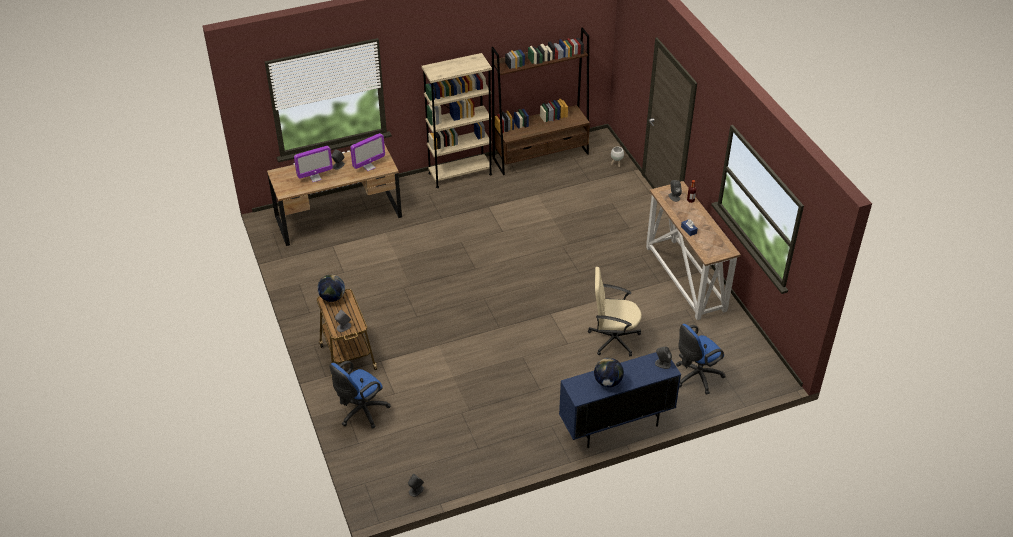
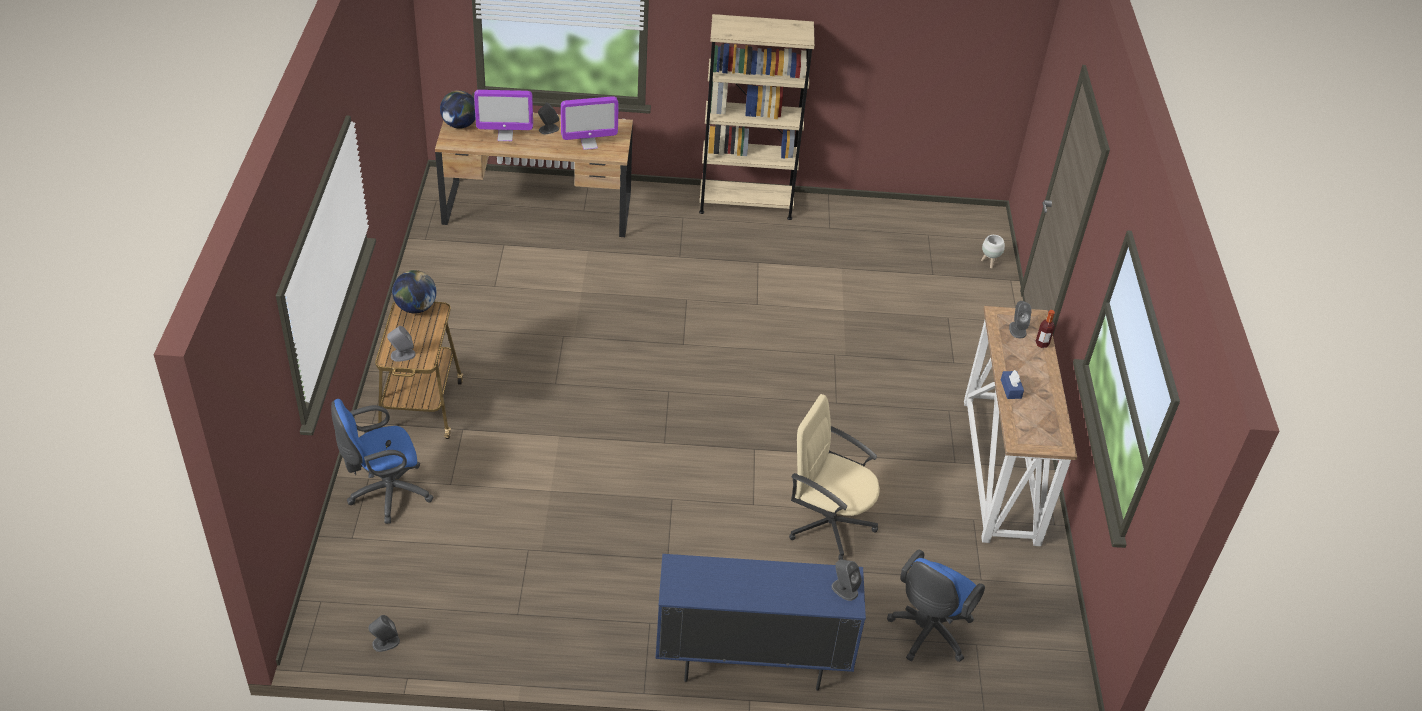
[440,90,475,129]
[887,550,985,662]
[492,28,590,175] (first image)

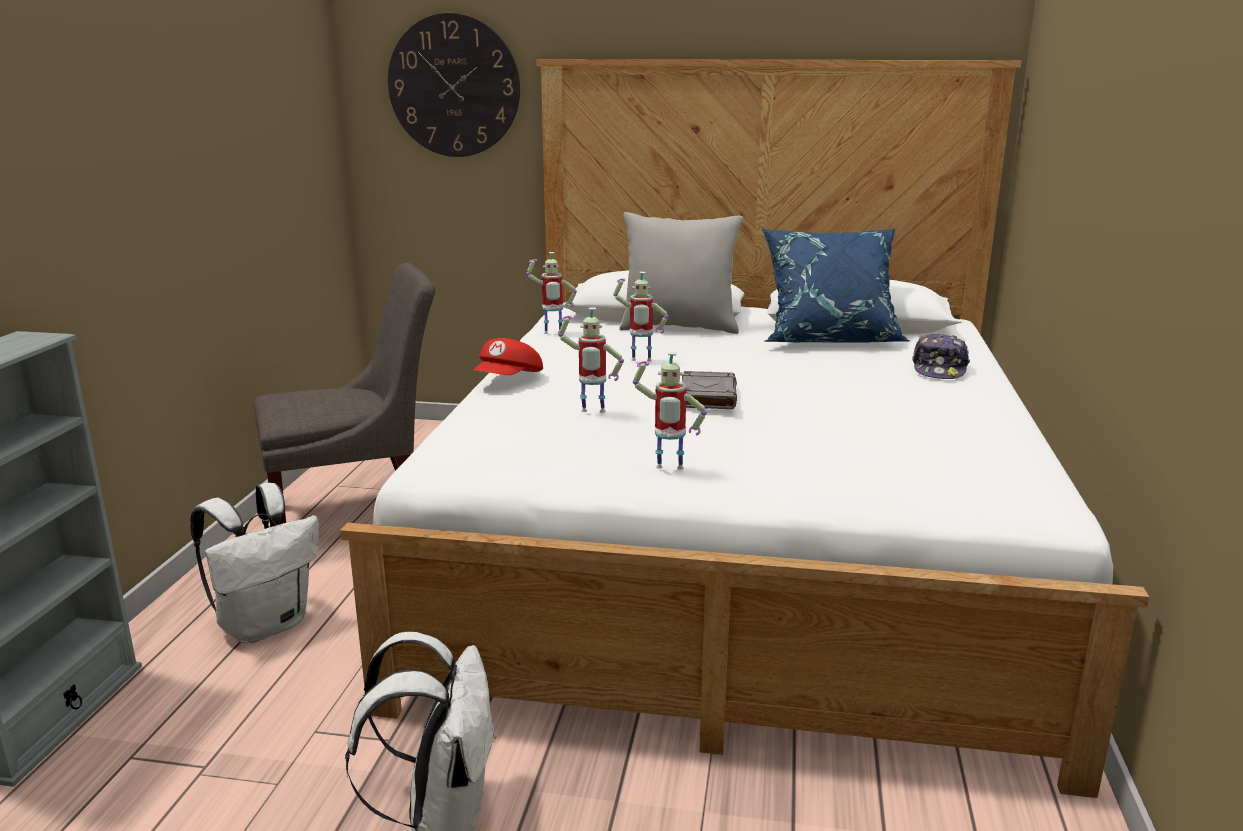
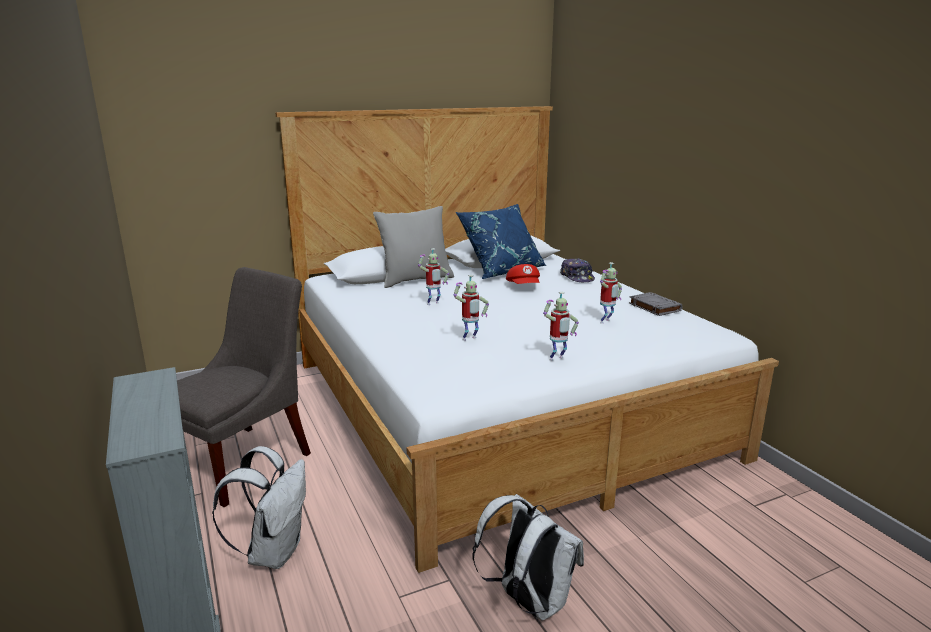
[506,264,540,284]
[600,262,622,324]
[629,292,683,316]
[388,13,520,157] (first image)

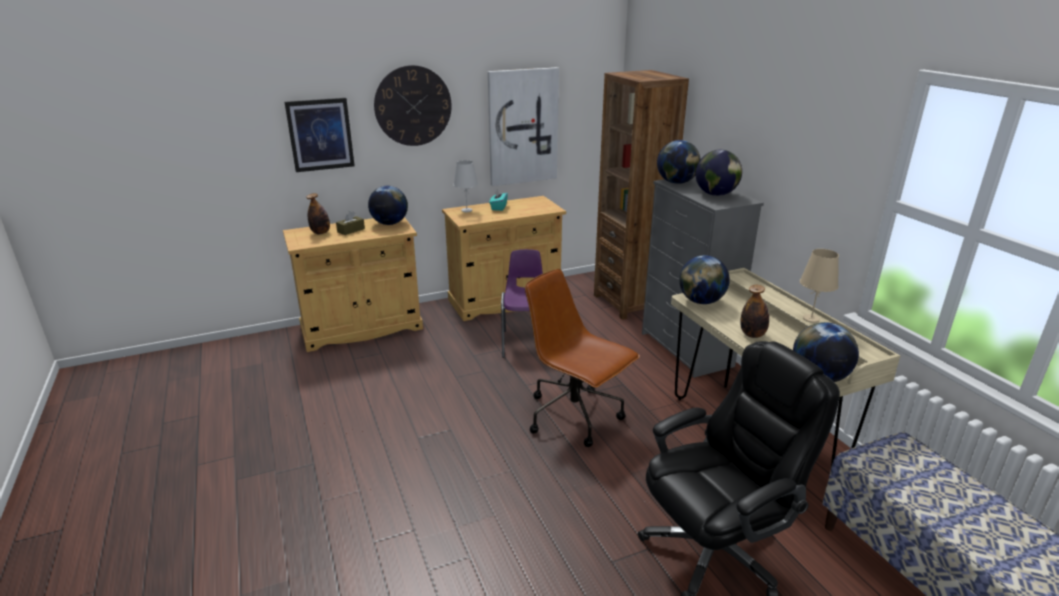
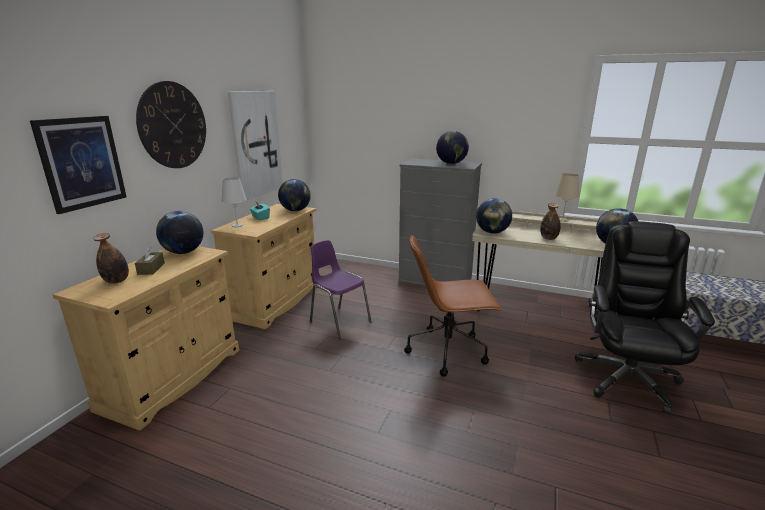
[278,179,311,211]
[594,70,689,320] (first image)

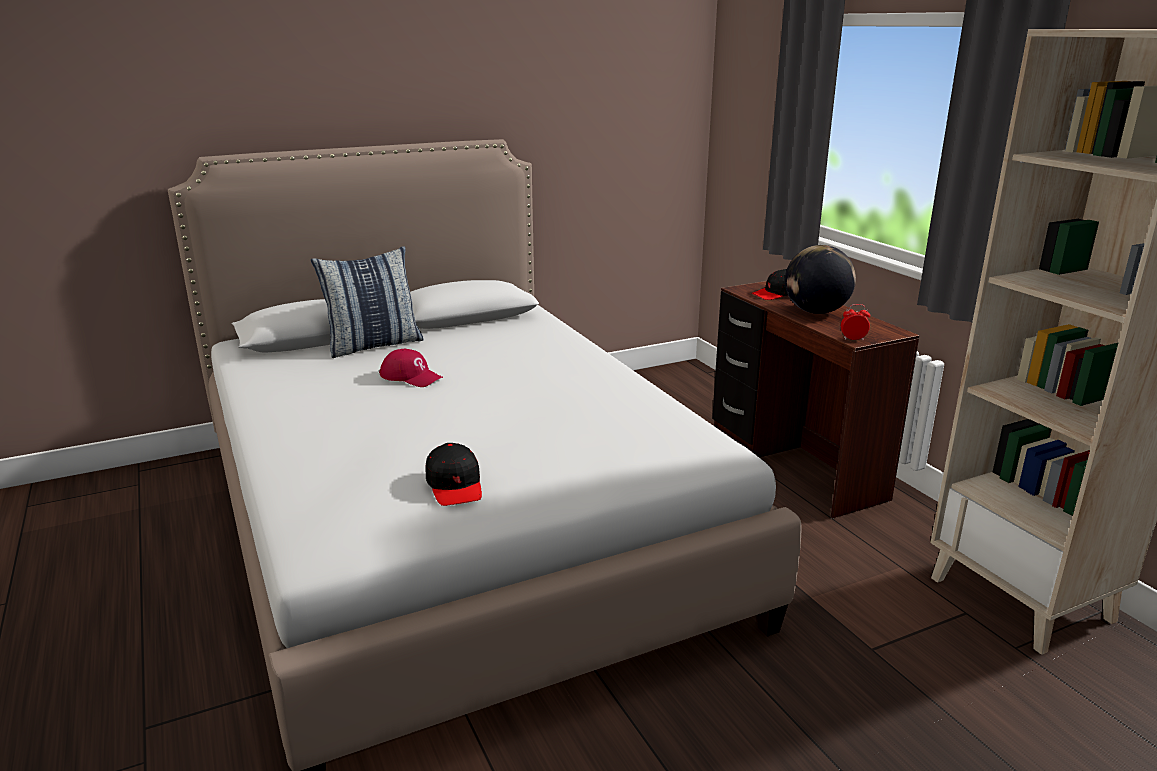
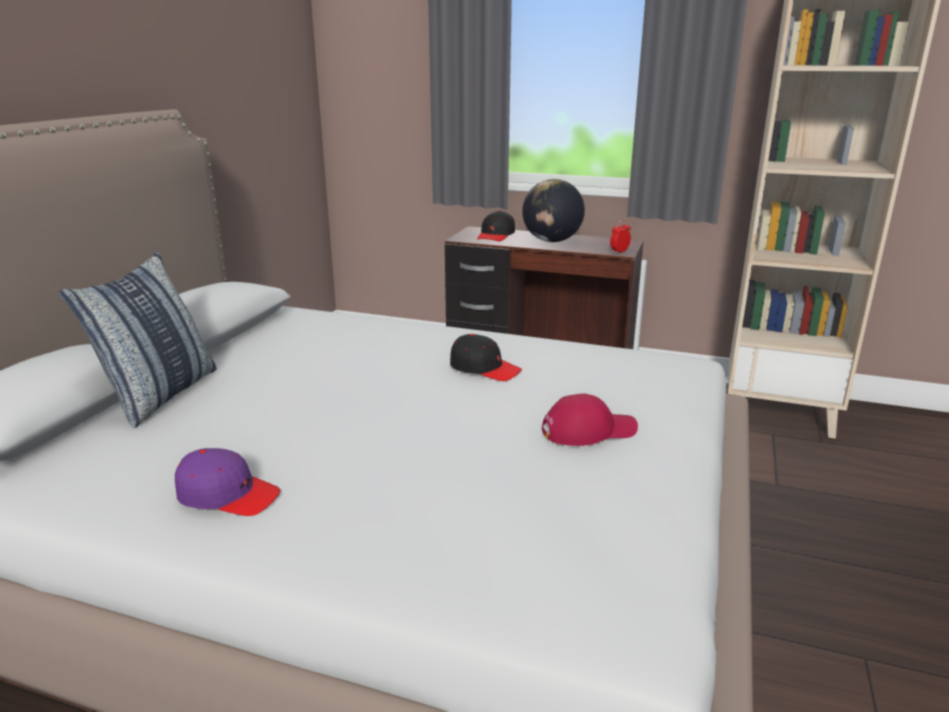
[175,448,281,516]
[450,334,522,381]
[542,394,638,446]

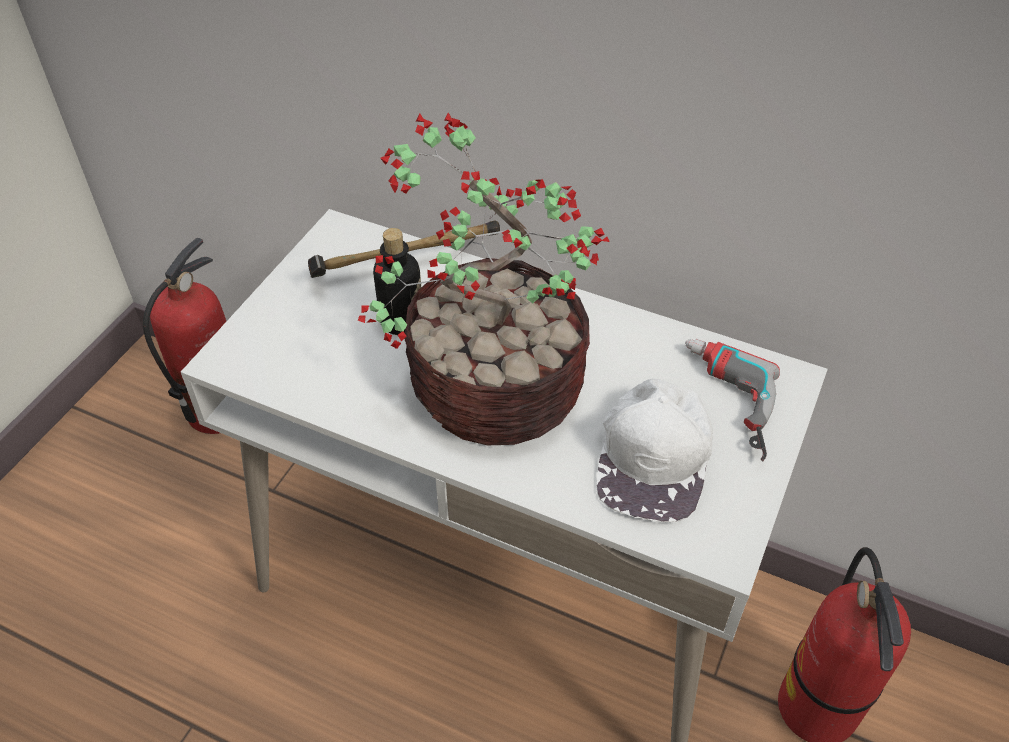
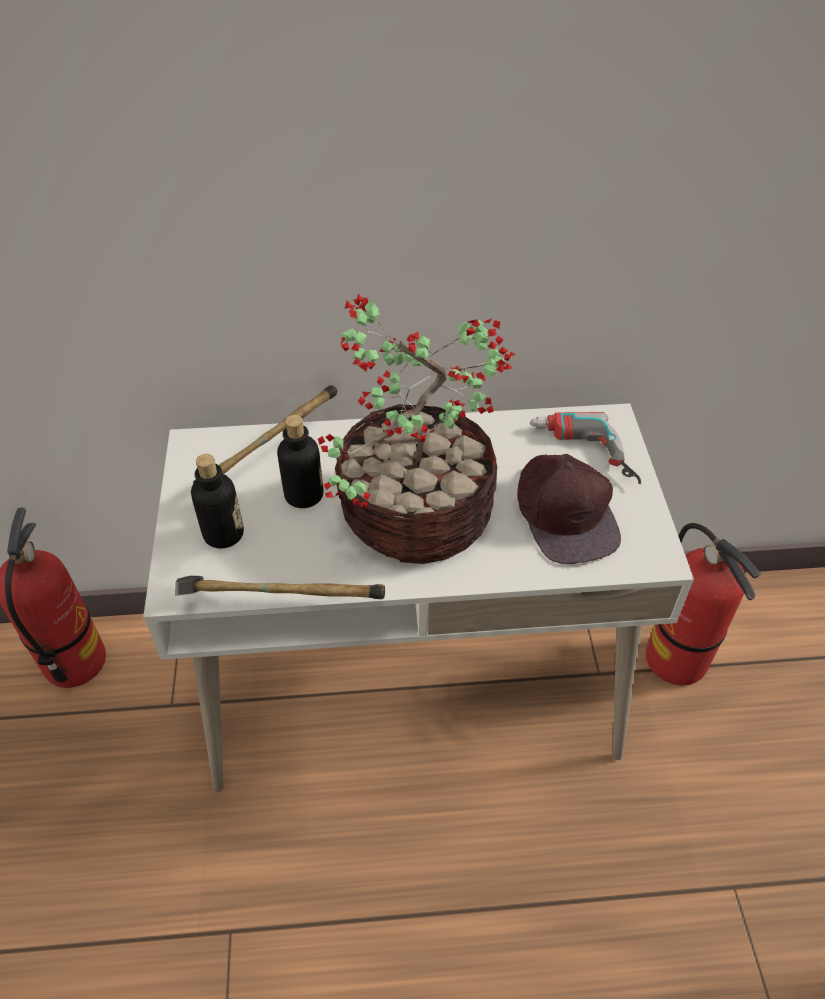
[175,576,385,599]
[191,454,244,548]
[517,454,621,564]

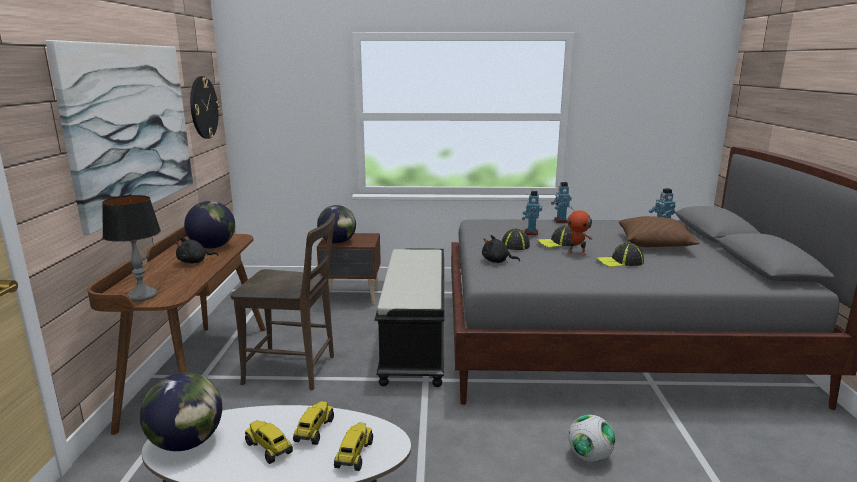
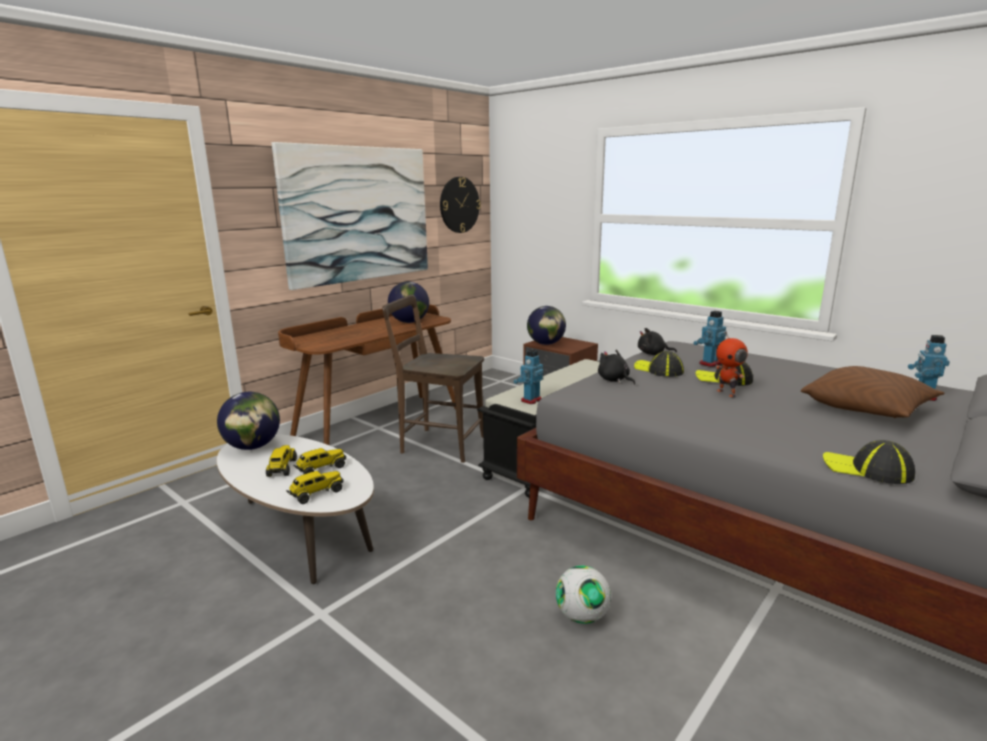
[382,295,484,463]
[513,349,543,404]
[638,328,677,355]
[823,440,915,484]
[102,195,161,301] (first image)

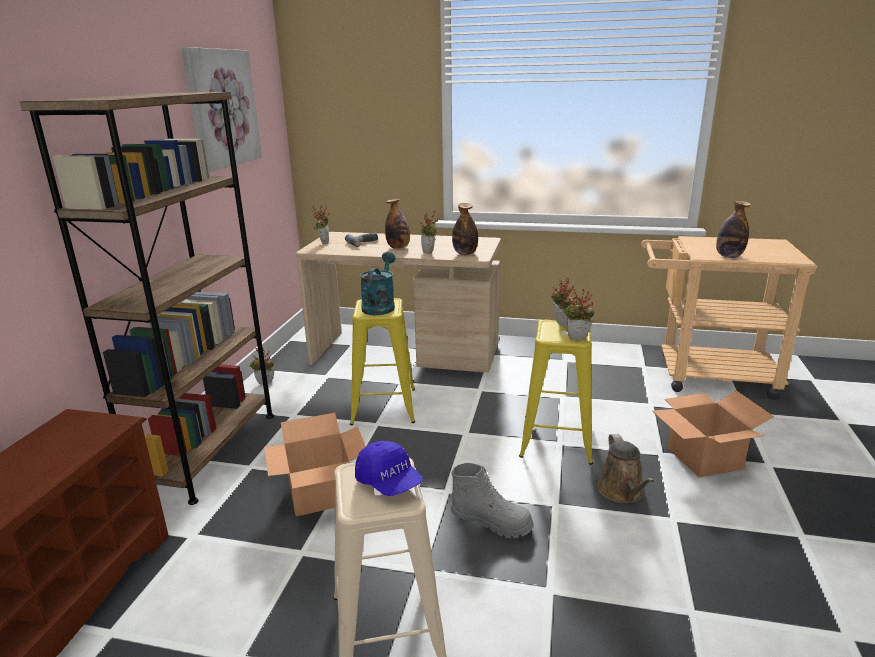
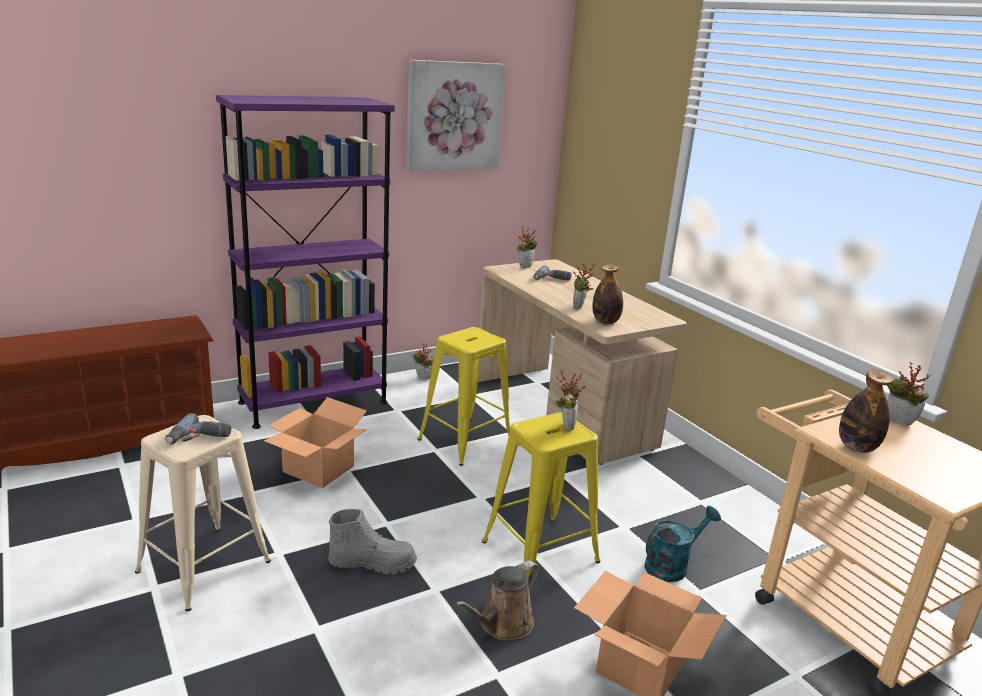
[165,413,231,444]
[216,95,395,429]
[328,509,417,575]
[645,506,721,582]
[887,362,930,425]
[385,198,410,249] (first image)

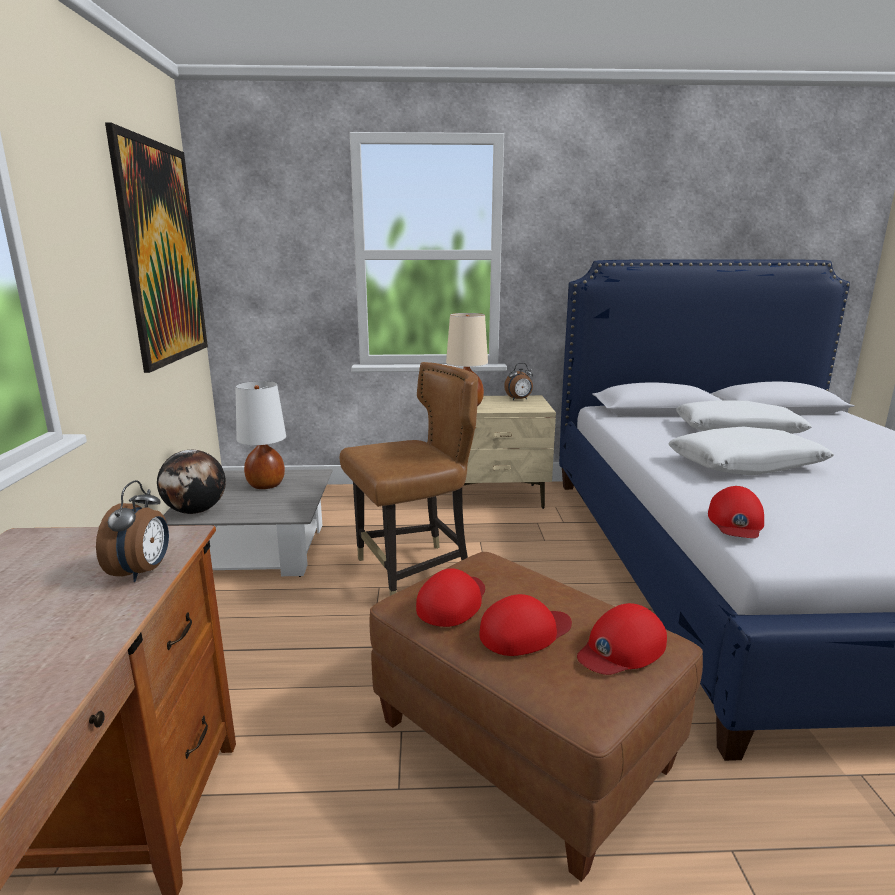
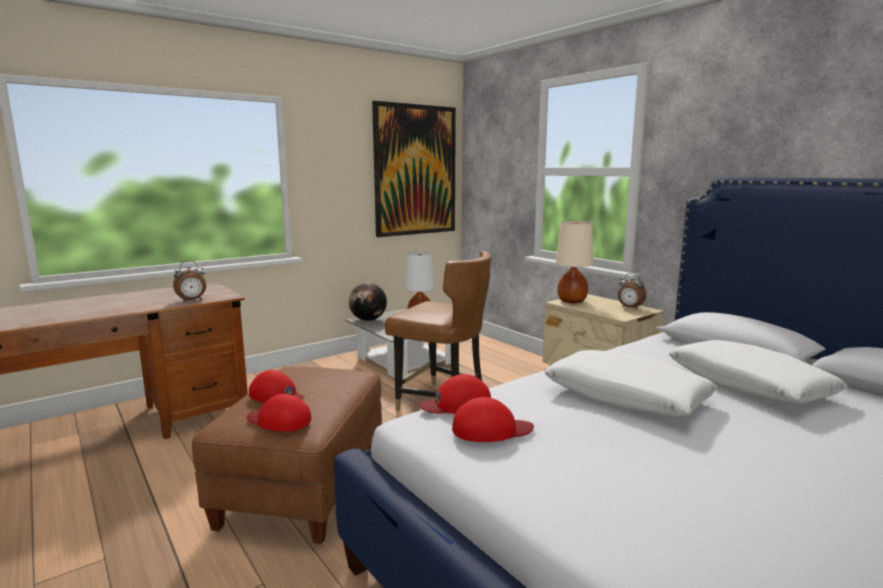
[452,397,534,442]

